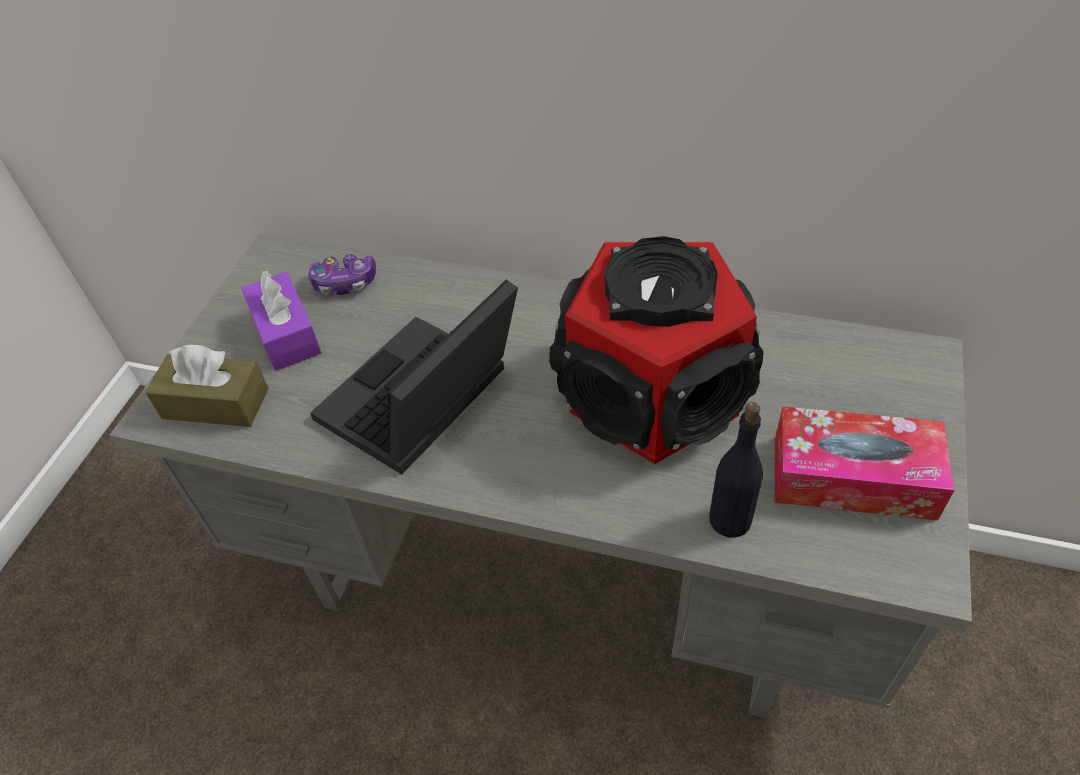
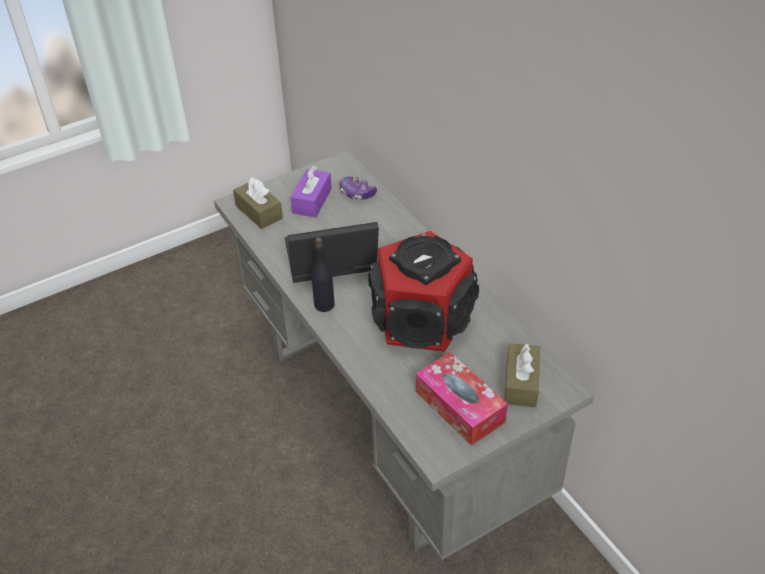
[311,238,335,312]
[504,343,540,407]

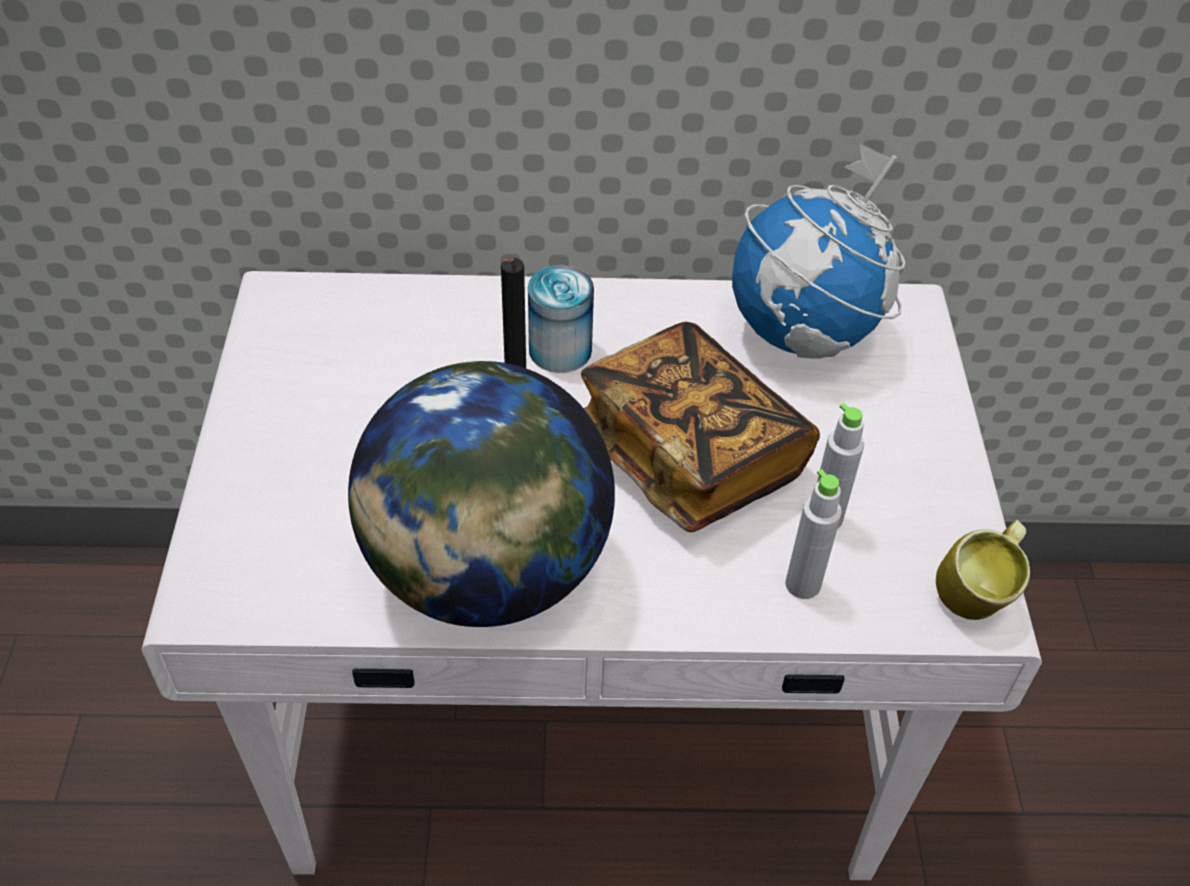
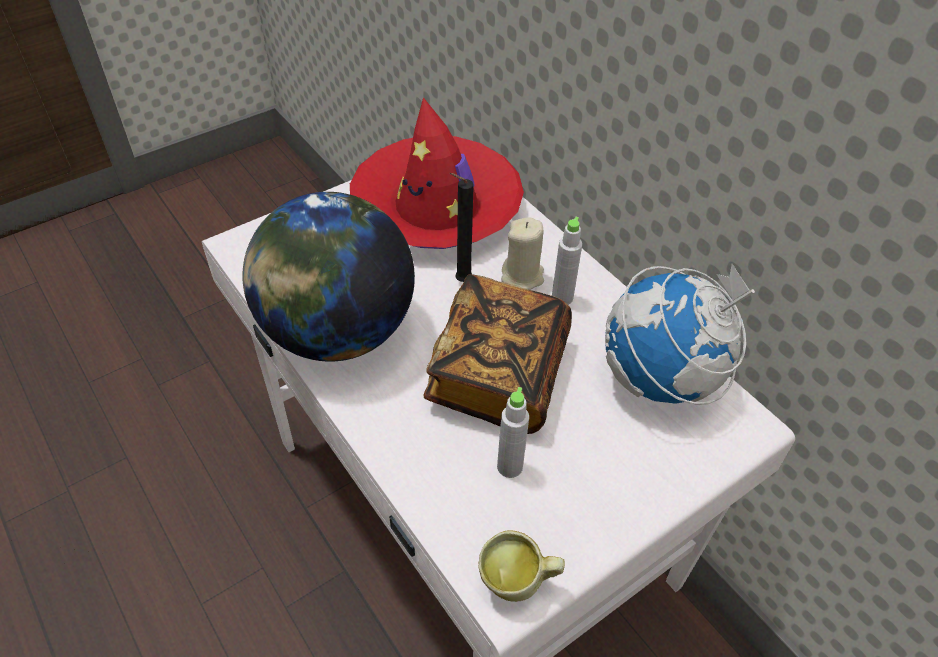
[350,97,524,249]
[501,217,544,290]
[552,217,582,305]

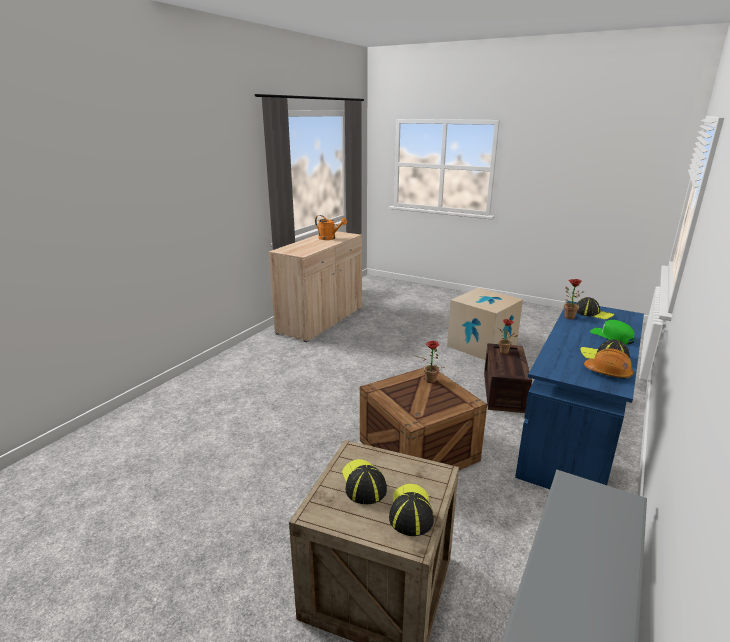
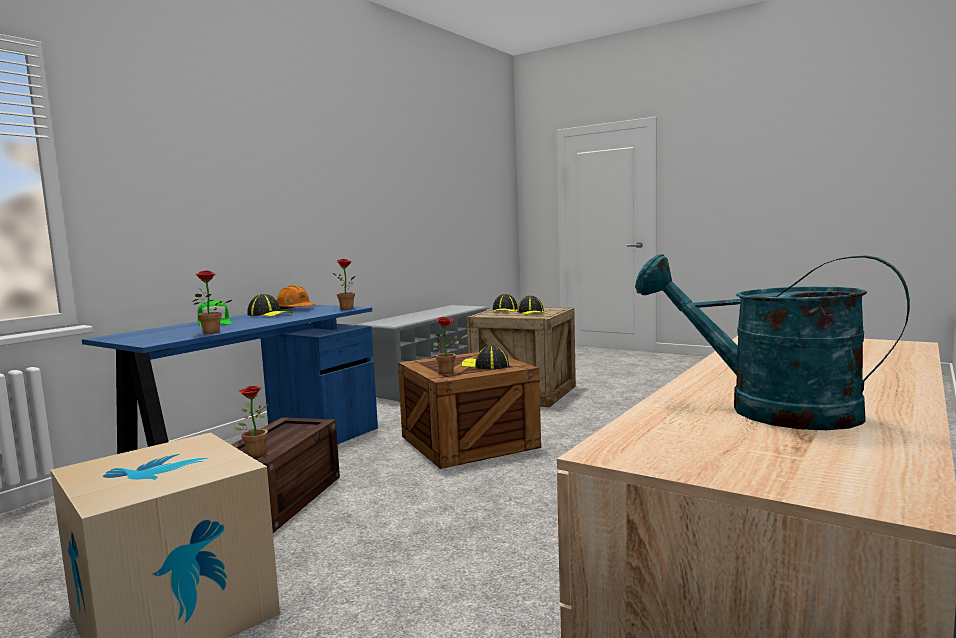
[333,259,356,310]
[462,345,509,370]
[635,254,910,430]

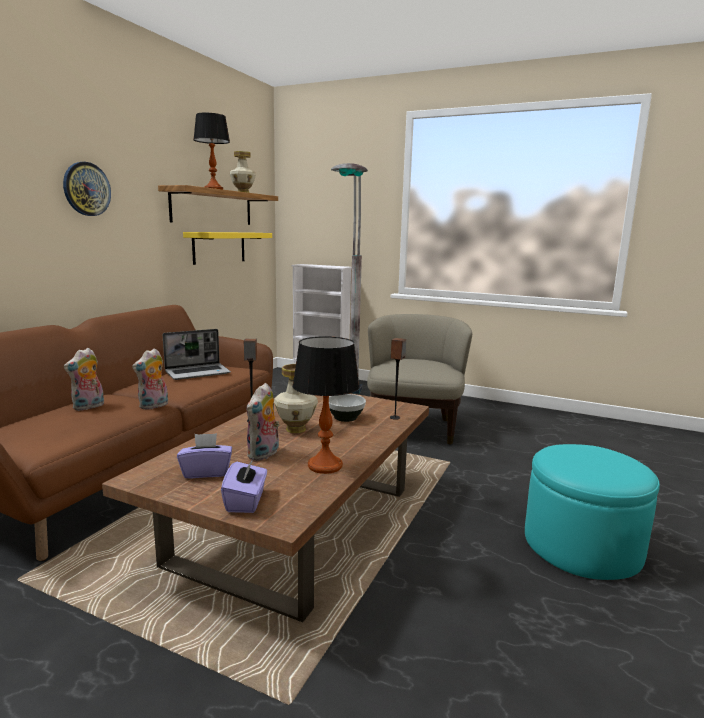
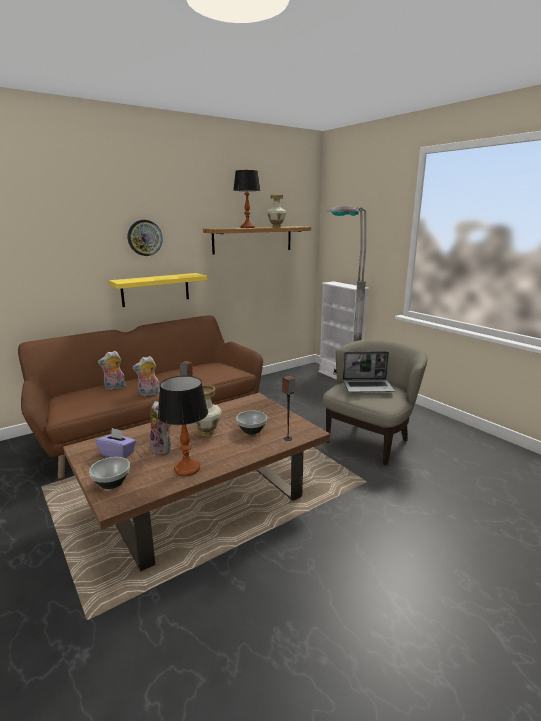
[89,457,130,489]
[109,273,207,307]
[150,401,172,455]
[343,352,395,392]
[525,444,660,580] (first image)

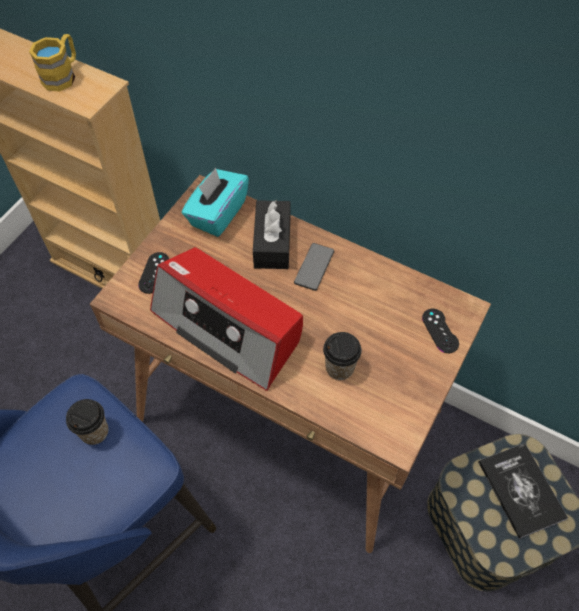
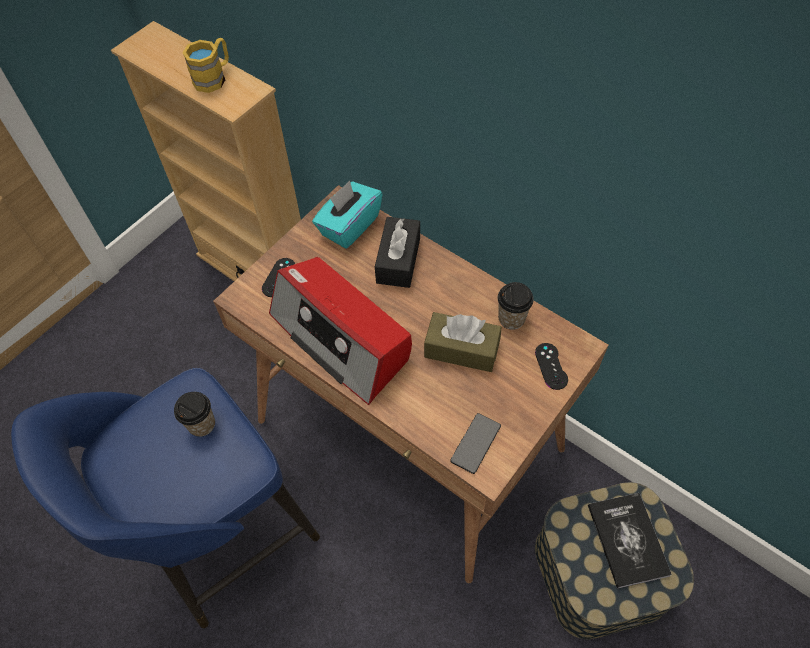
[424,312,501,372]
[450,413,501,474]
[498,282,534,330]

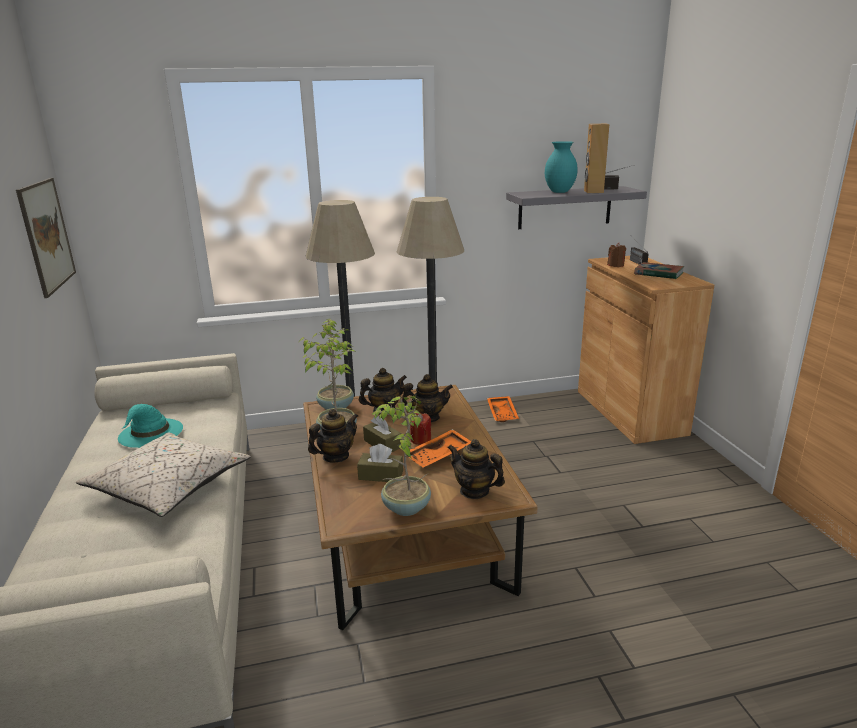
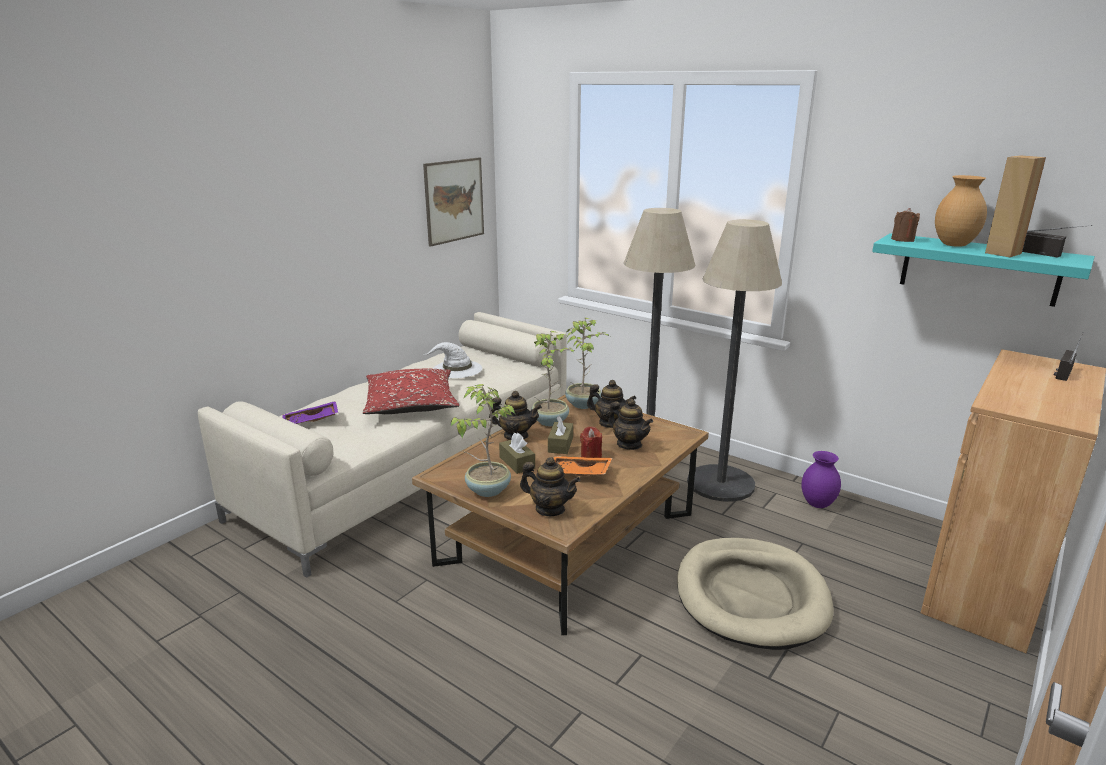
[282,401,338,424]
[363,368,459,414]
[424,342,482,378]
[520,457,581,516]
[677,538,834,650]
[801,451,841,508]
[872,233,1095,307]
[891,208,920,242]
[935,175,987,247]
[634,262,684,279] (first image)

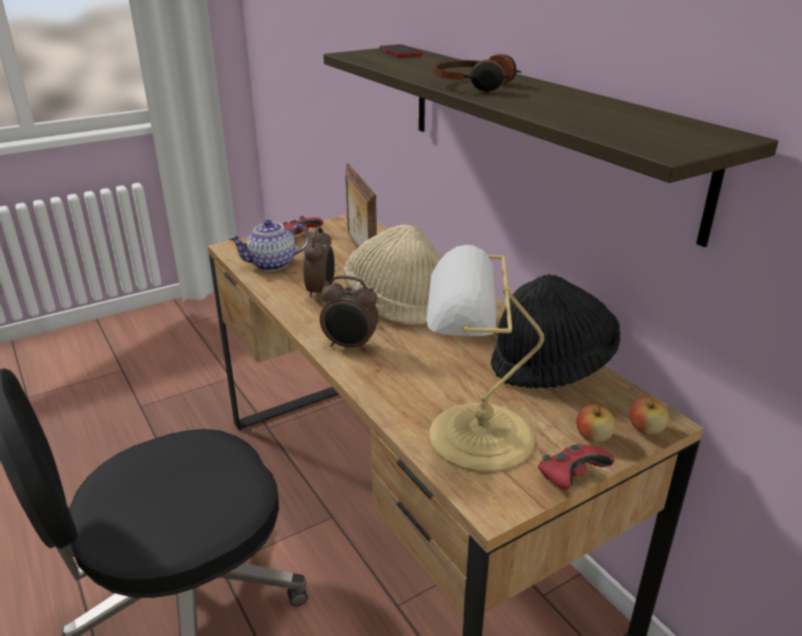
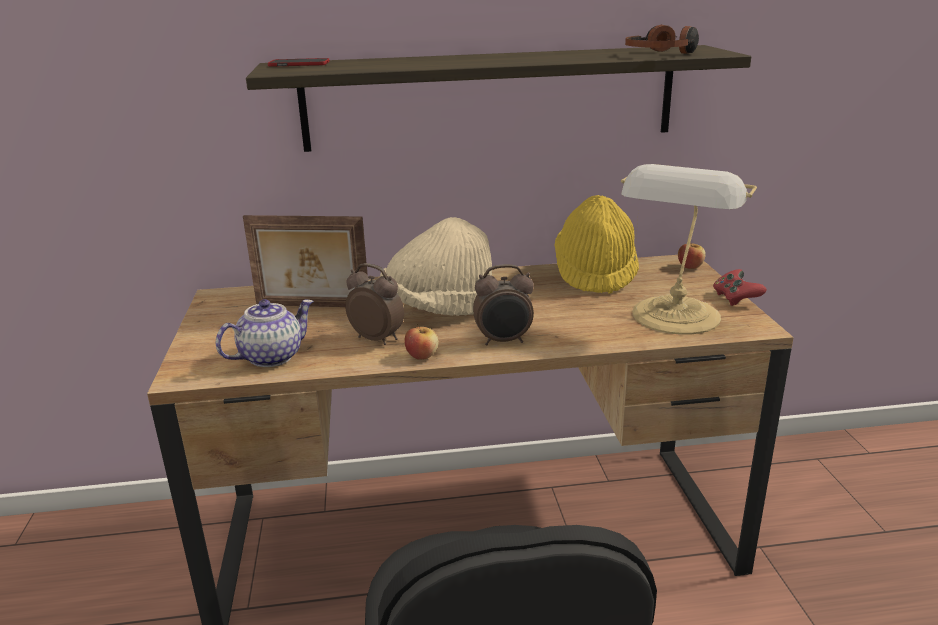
[216,299,314,367]
[404,324,439,360]
[473,264,534,346]
[554,195,639,294]
[625,25,699,54]
[282,216,323,235] (first image)

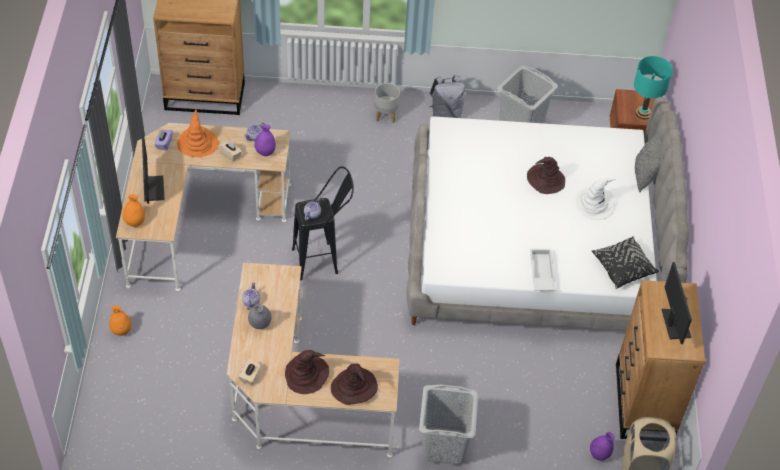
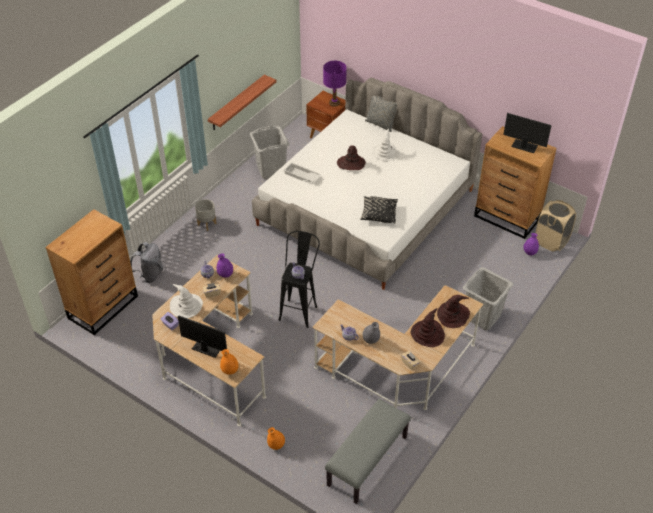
[130,242,163,283]
[170,284,203,318]
[208,75,277,130]
[284,162,320,182]
[323,61,347,107]
[325,399,411,504]
[360,196,398,224]

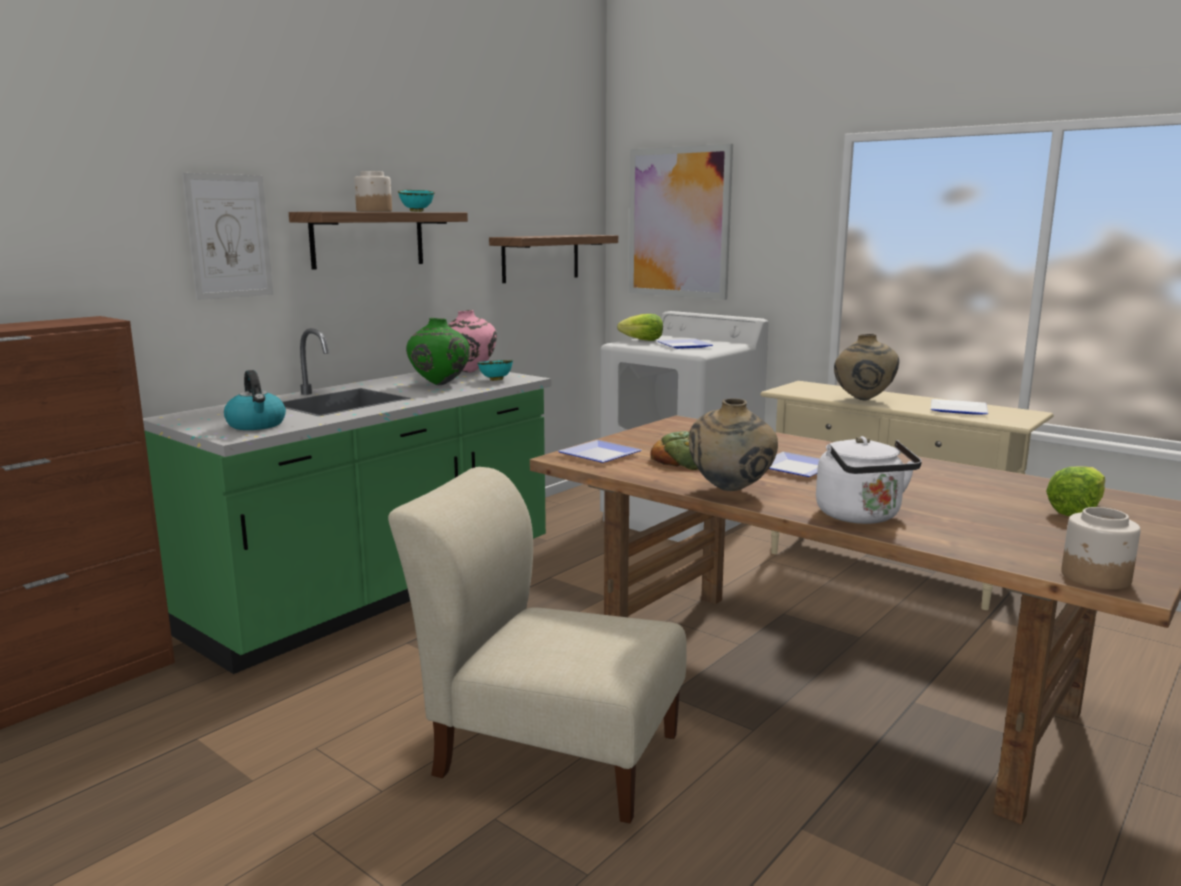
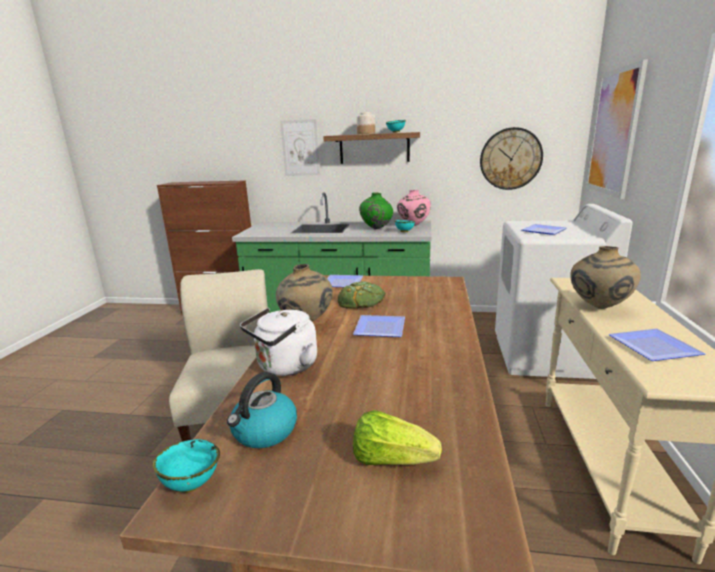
[153,439,220,493]
[227,372,297,448]
[480,127,543,190]
[617,314,663,341] (first image)

